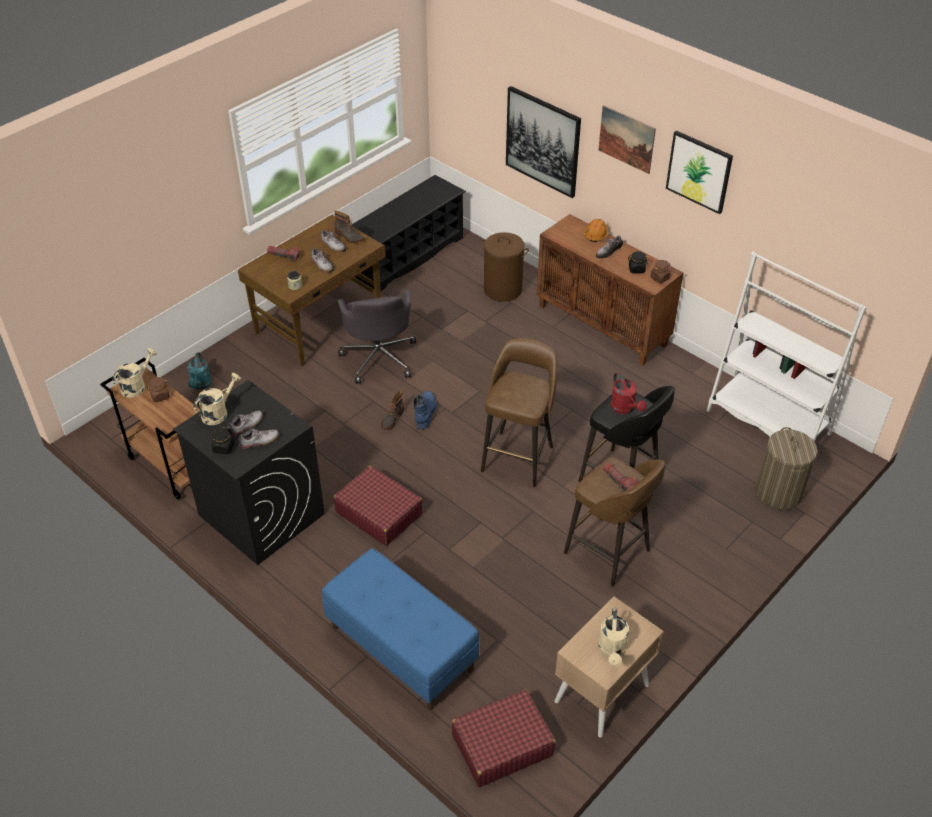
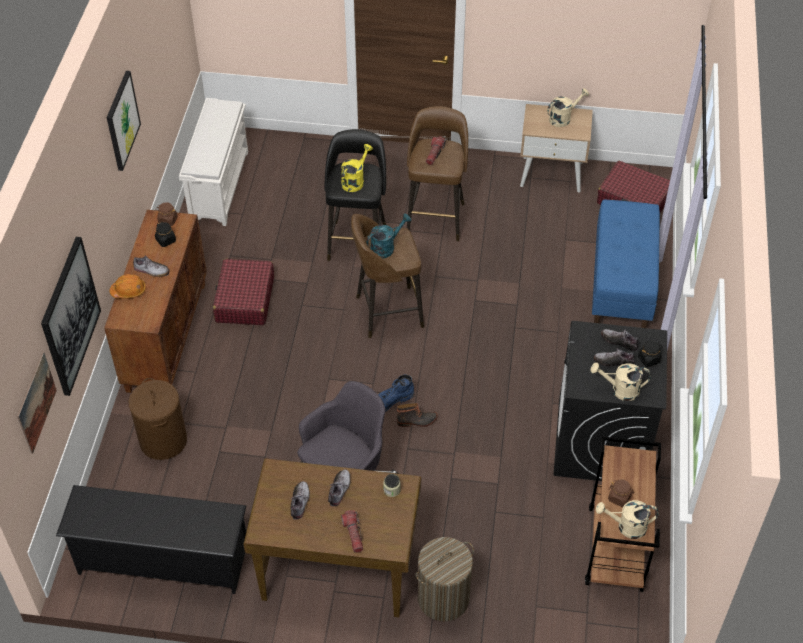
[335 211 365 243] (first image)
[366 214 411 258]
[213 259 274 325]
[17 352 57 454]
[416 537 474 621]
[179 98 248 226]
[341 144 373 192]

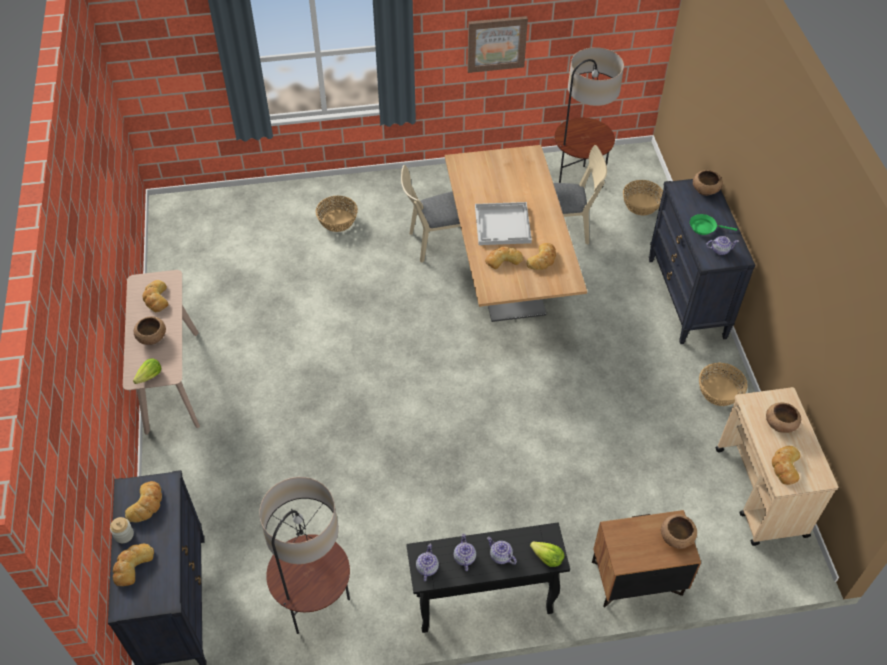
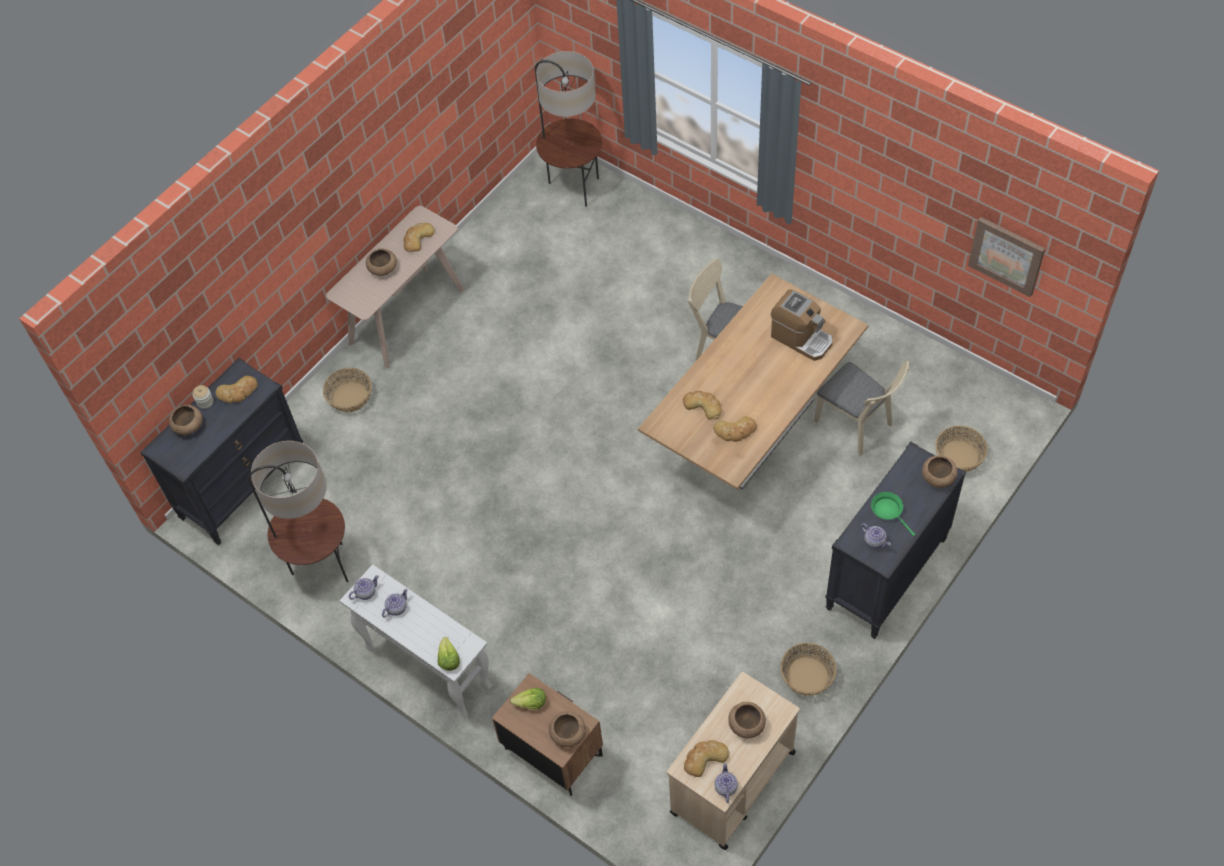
[475 202 532 245] (first image)
[771 289 833 361]
[510 688 546 709]
[323 368 372 412]
[968 217 1045 297]
[714 763 738 803]
[535 51 602 207]
[169 405 203 435]
[340 564 492 718]

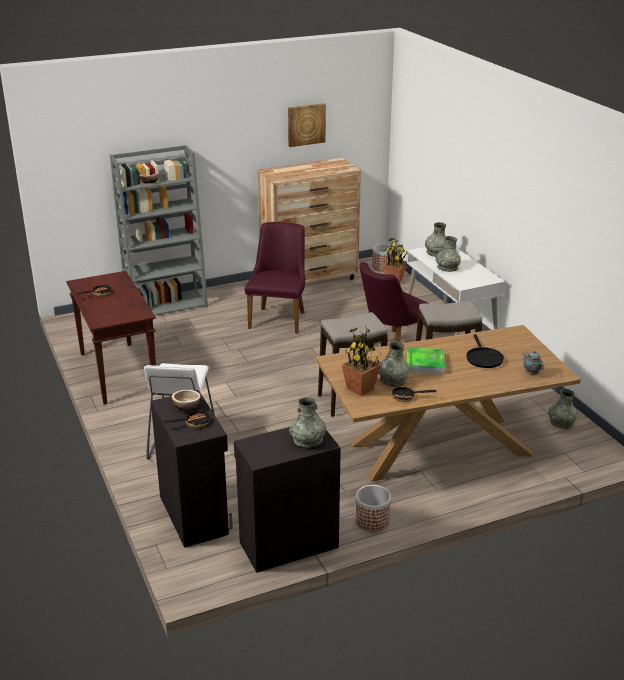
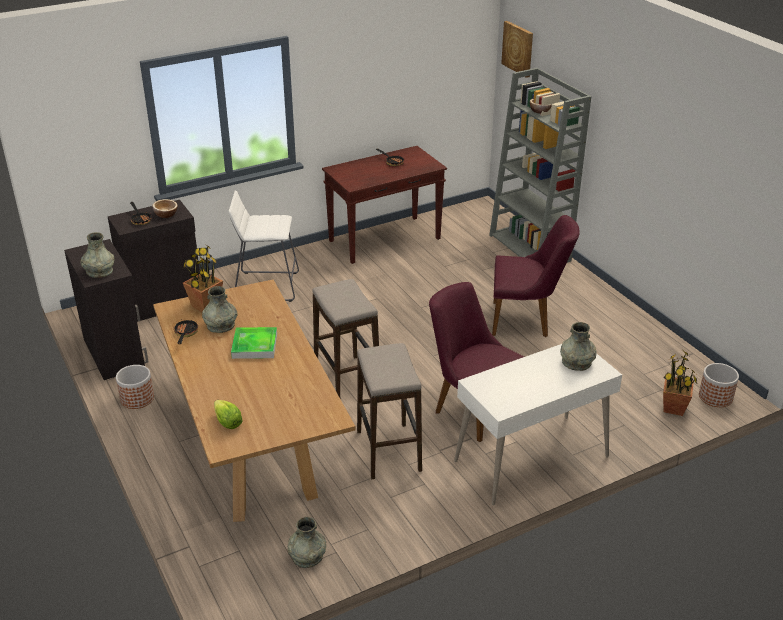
[258 158 361 284] (first image)
[436 236 461 272] (first image)
[466 335 504 368] (first image)
[501 21 533 78]
[214 400 243 429]

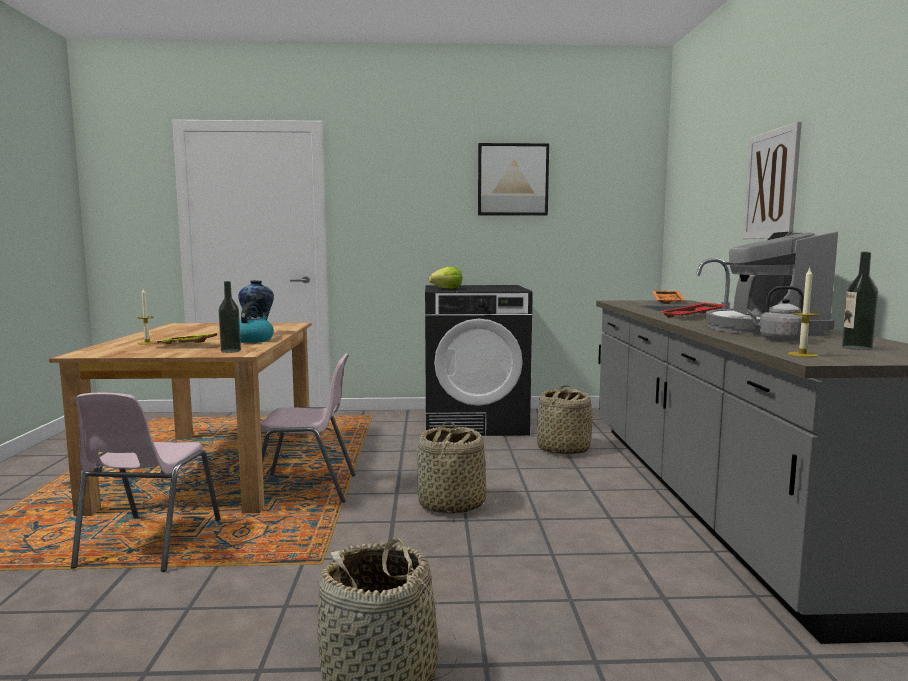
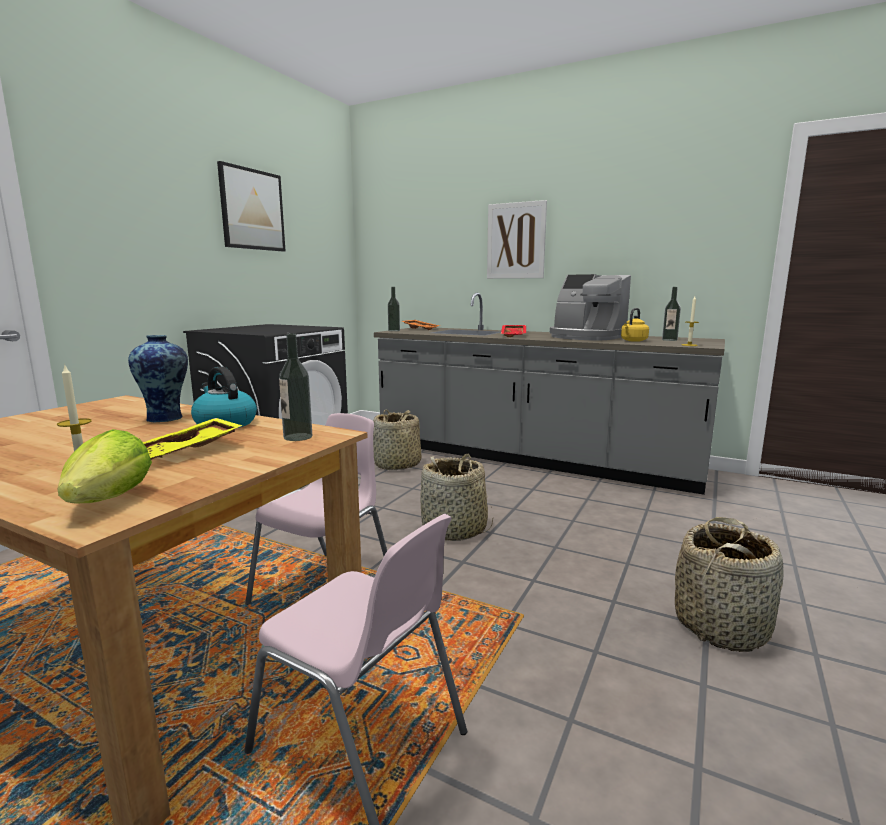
[388 287 400 331]
[57 429 152 503]
[621 308 649 342]

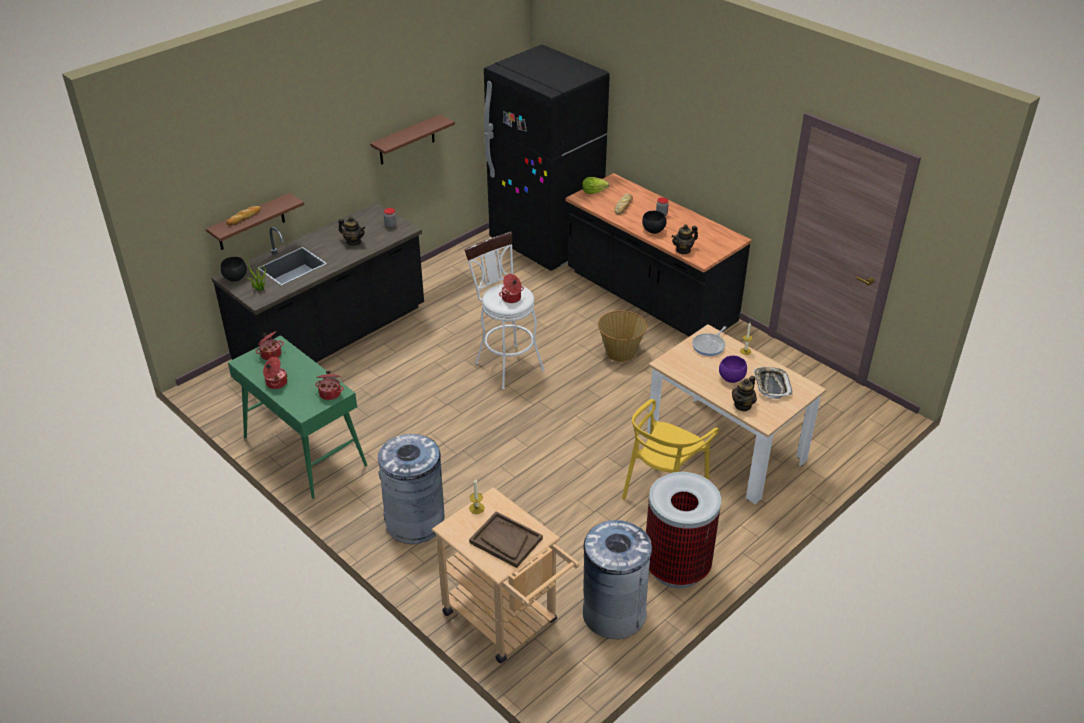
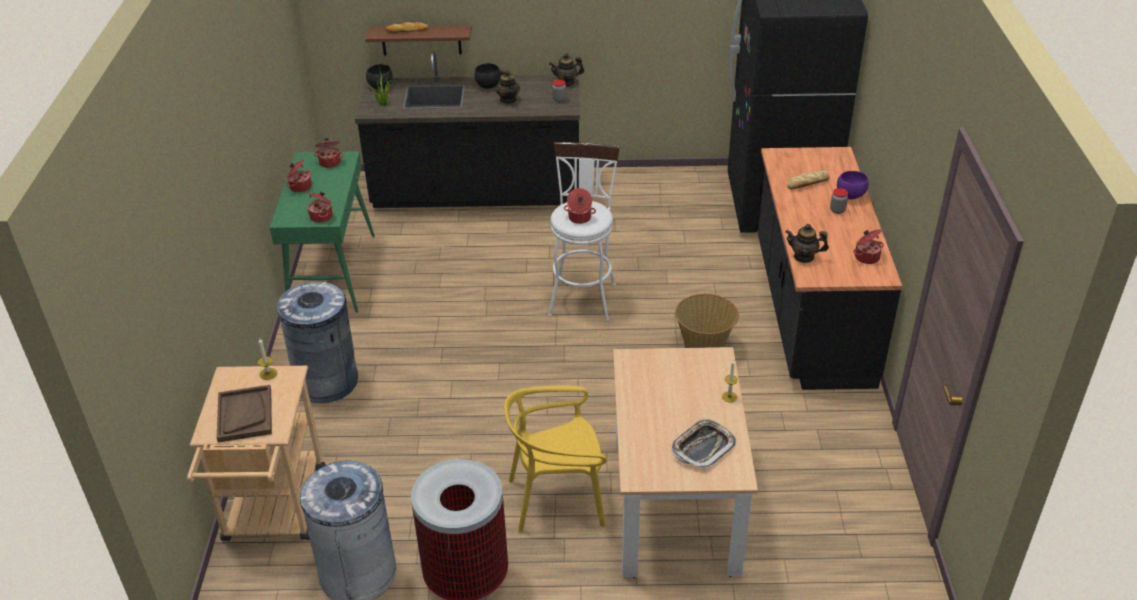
[370 114 455 165] (first image)
[582 177 609 194] (first image)
[692 326 727 356] (first image)
[853 229 884 264]
[475 63 501 89]
[837 171 869 199]
[549 53 584 87]

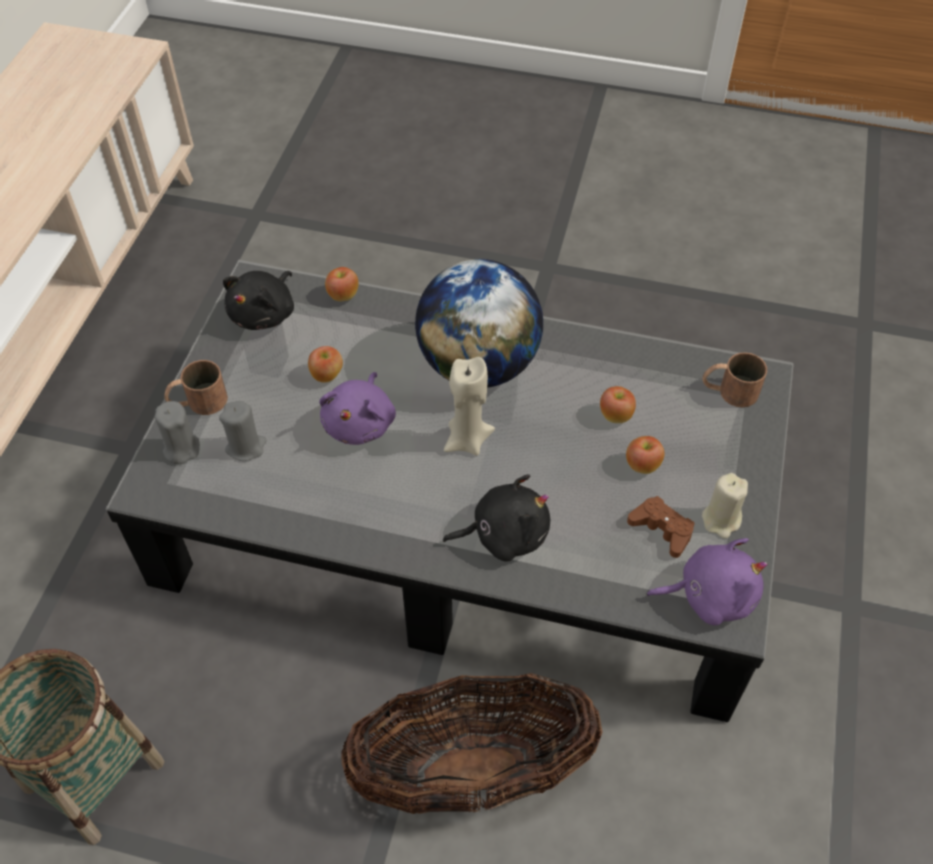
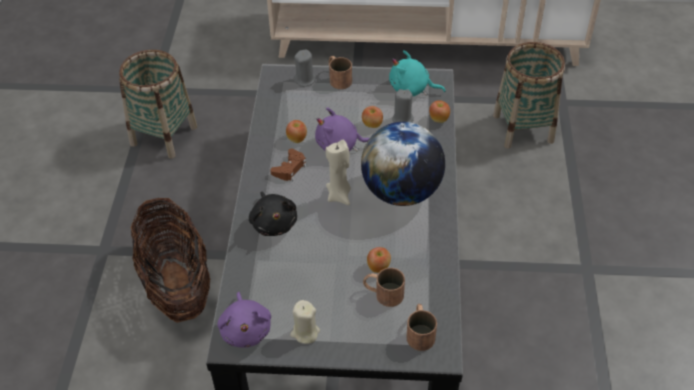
[363 268 405 307]
[493 42 565 149]
[392 89 414 123]
[286 120 307 143]
[270 148 307 181]
[389 50 445 97]

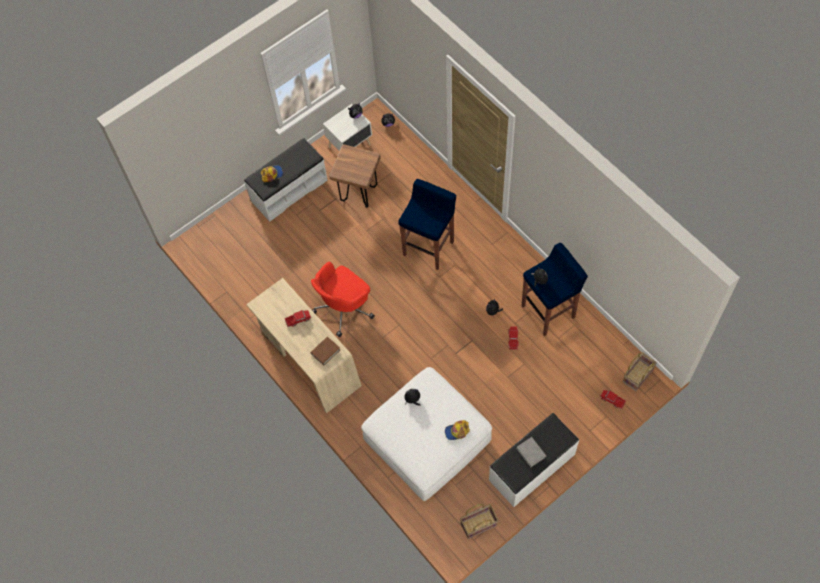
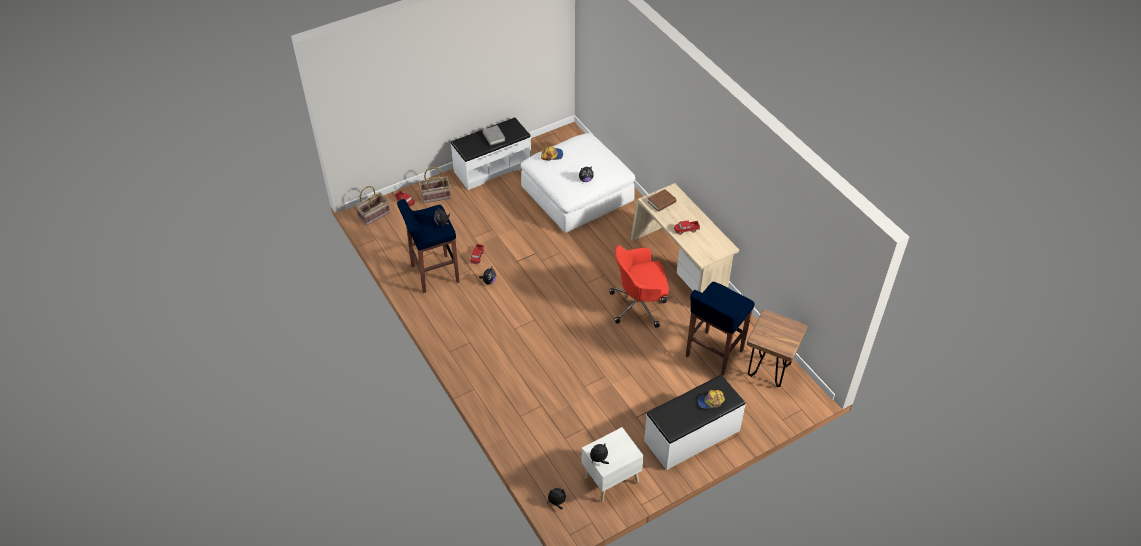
[747 309 808 387]
[686 282 755 376]
[419 167 451 203]
[609 245 669 328]

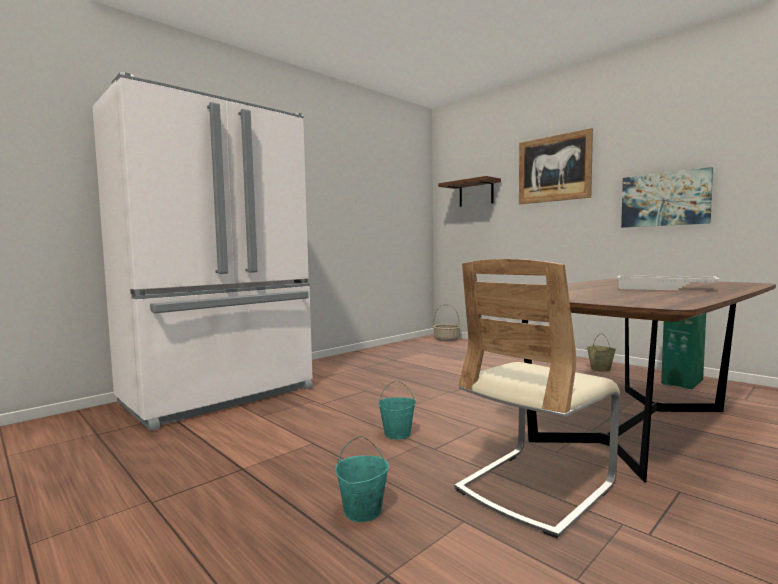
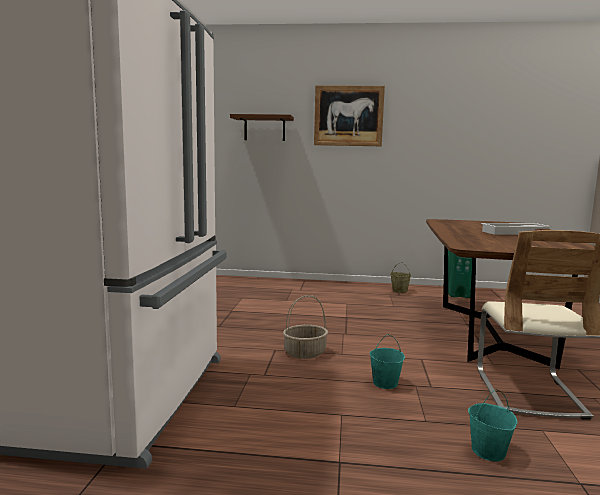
[621 167 713 228] (first image)
[283 295 328 359]

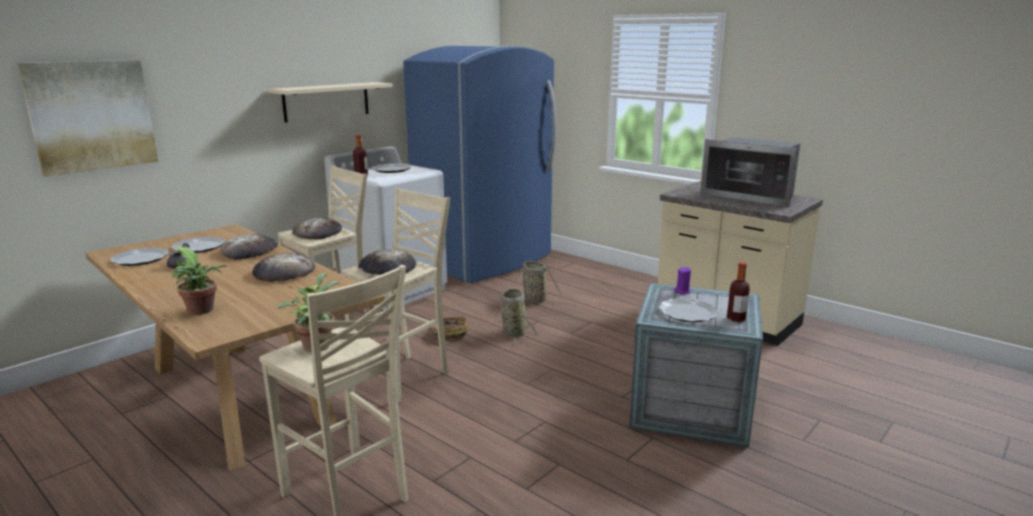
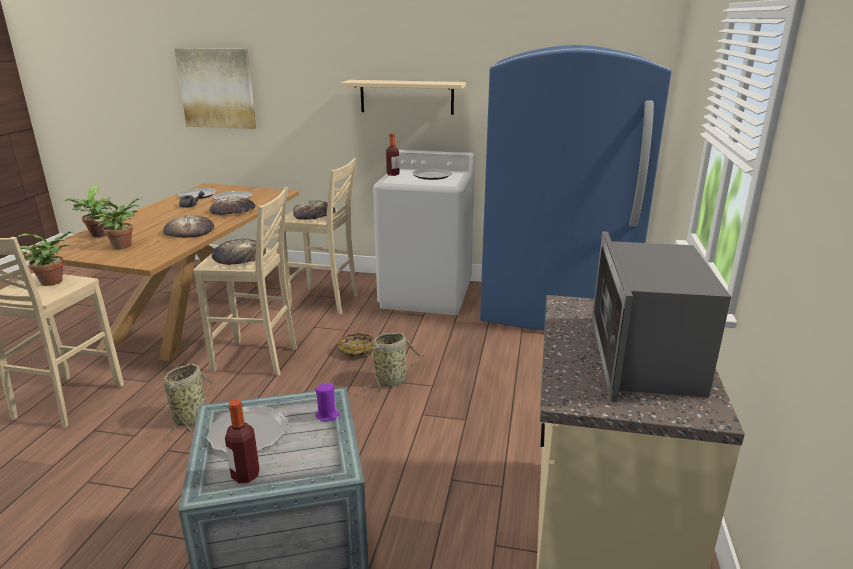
[94 198 141 249]
[163 364 217 438]

